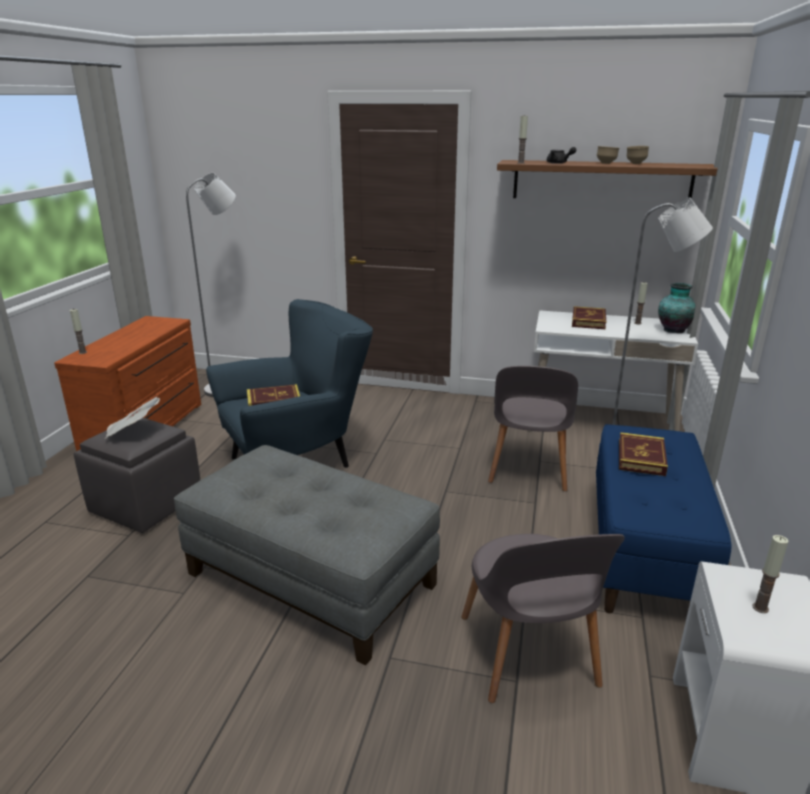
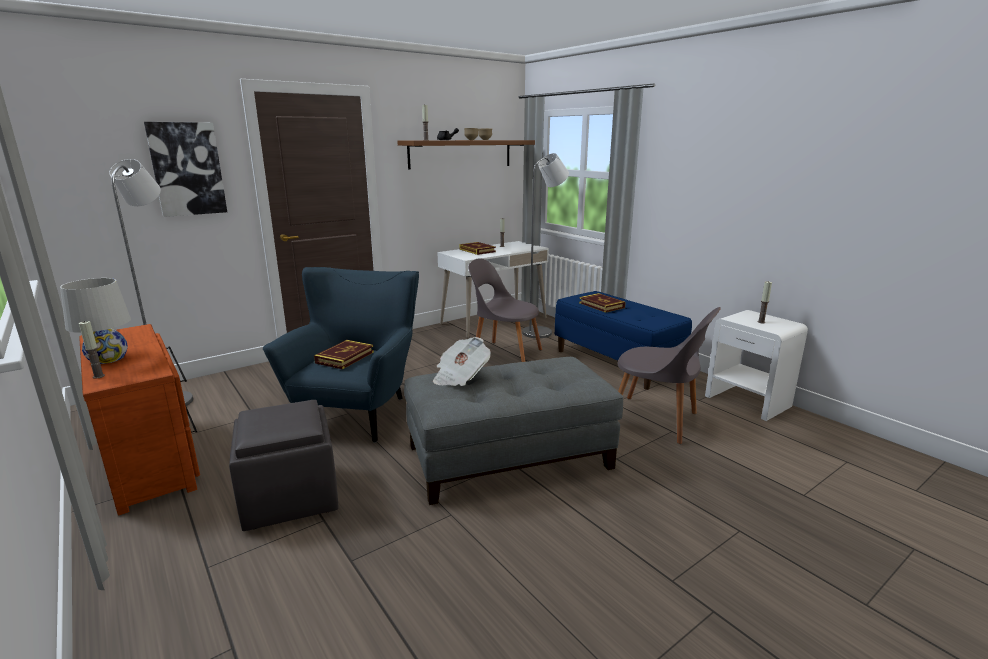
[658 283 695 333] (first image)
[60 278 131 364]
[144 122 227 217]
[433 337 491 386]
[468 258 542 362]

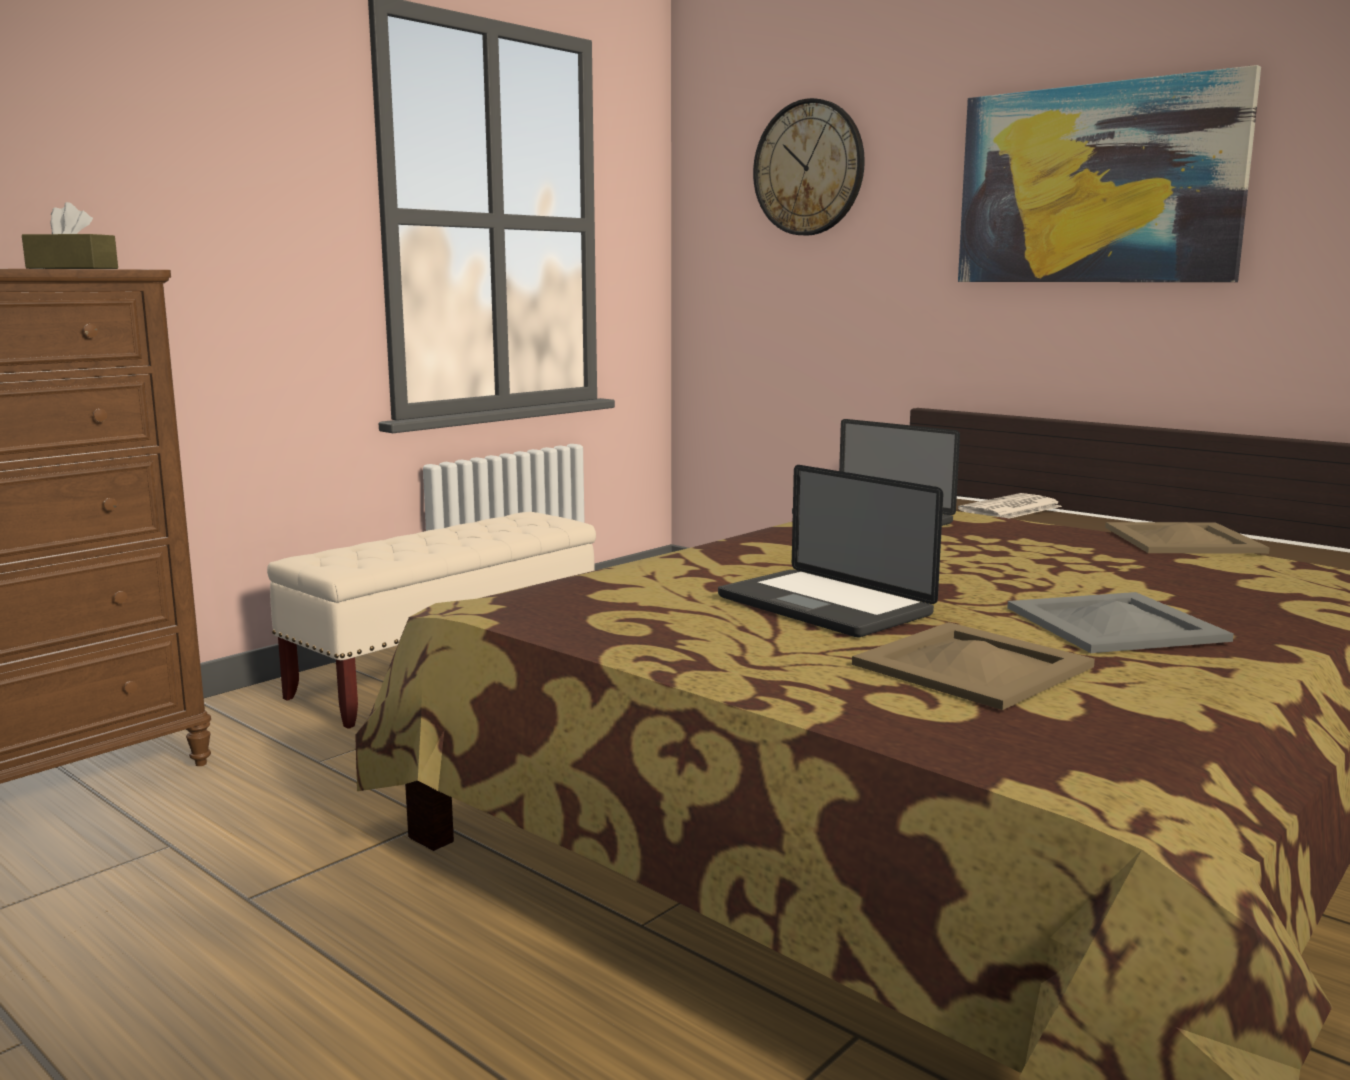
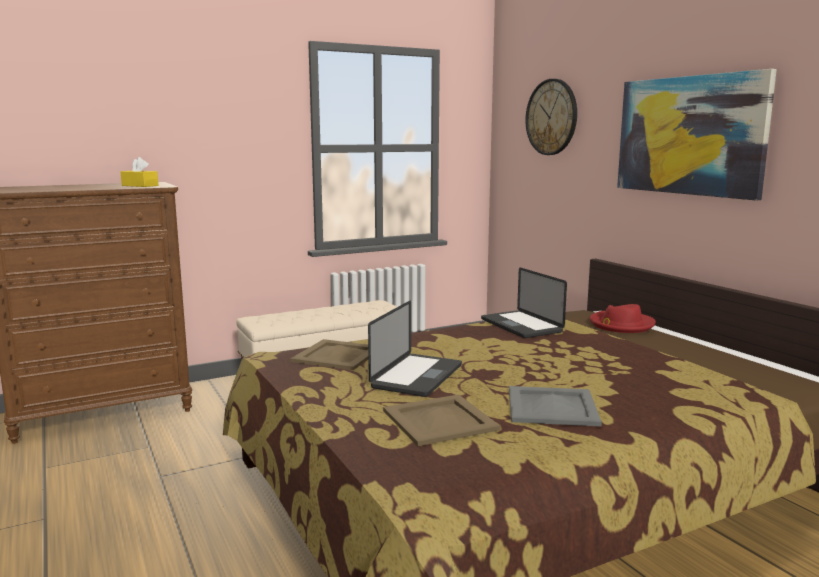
[291 339 368 370]
[590 304 656 333]
[121 157 158 187]
[368 301 462 397]

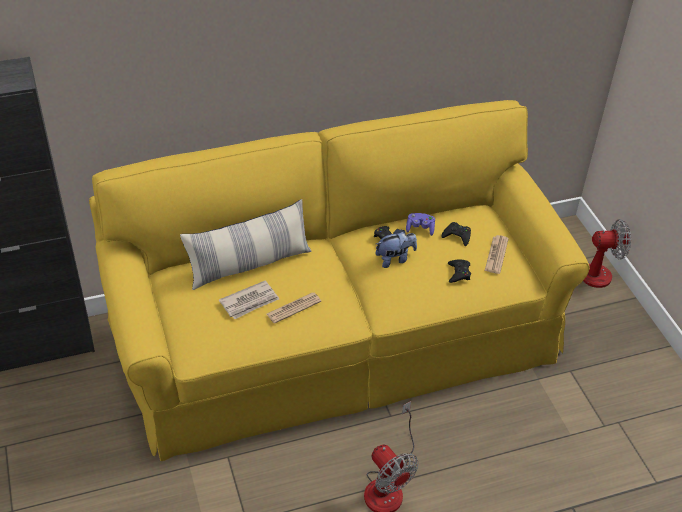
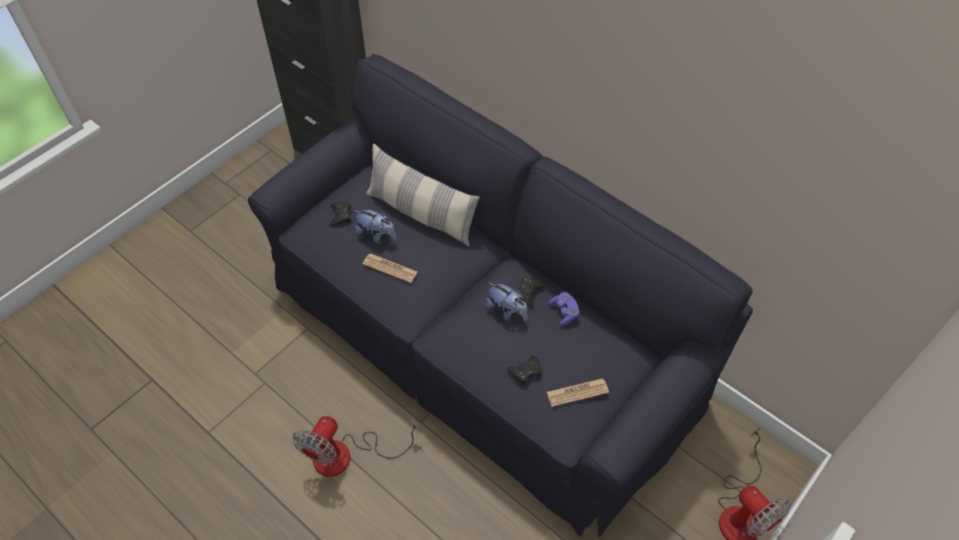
[330 201 351 226]
[354 210 396 244]
[248 54 753 538]

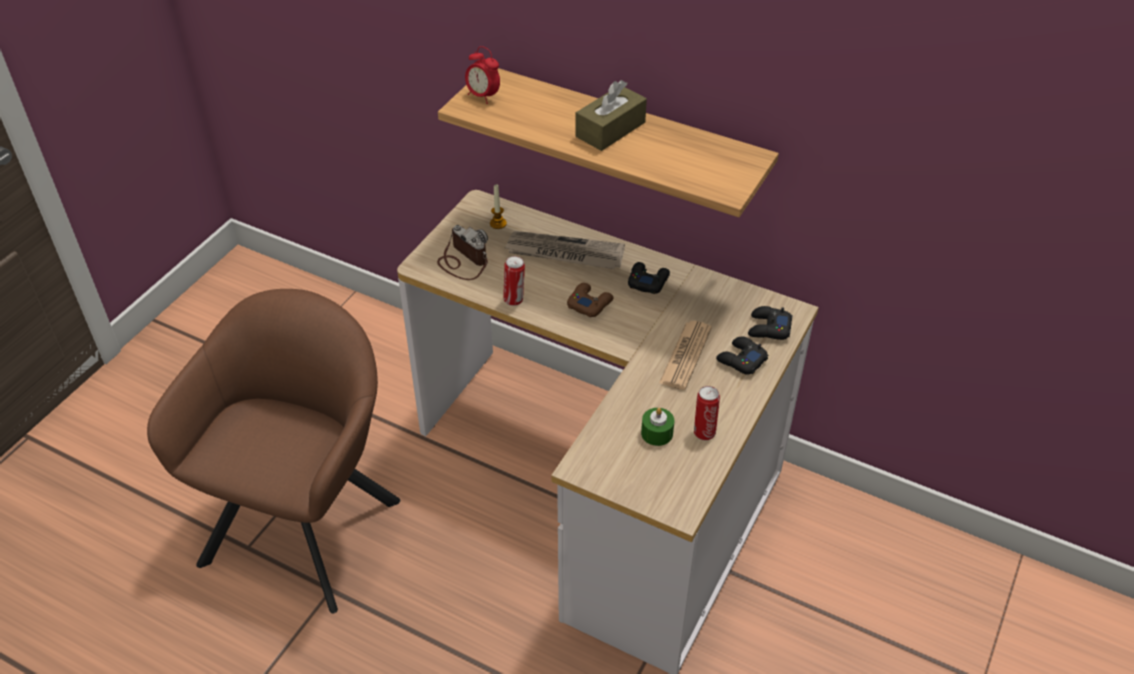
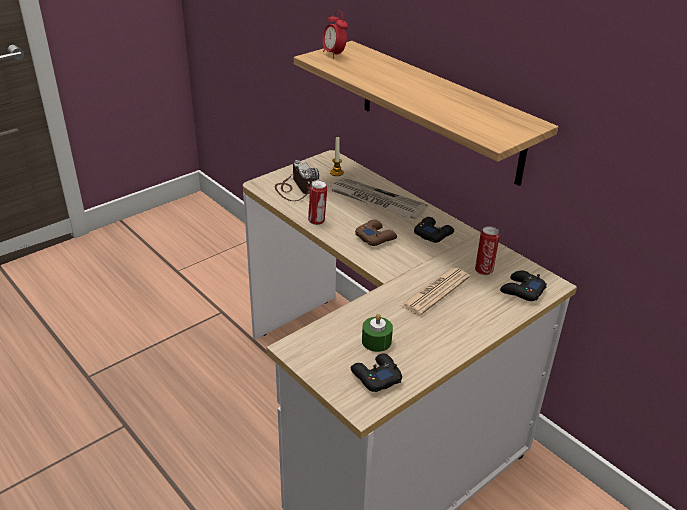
[147 289 400 614] (first image)
[575 80 647 151] (first image)
[475 226 500 275]
[351 354 402 392]

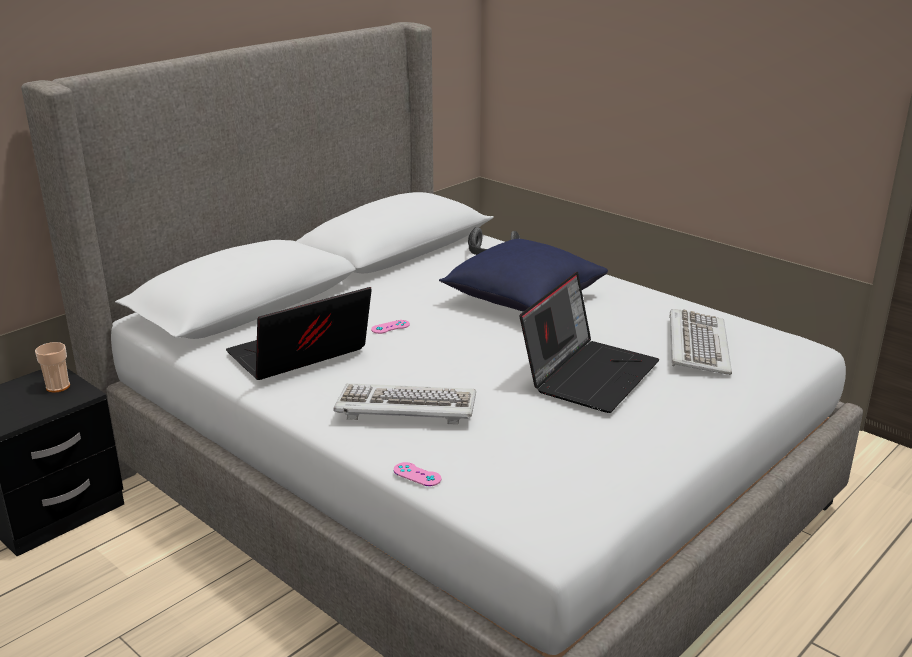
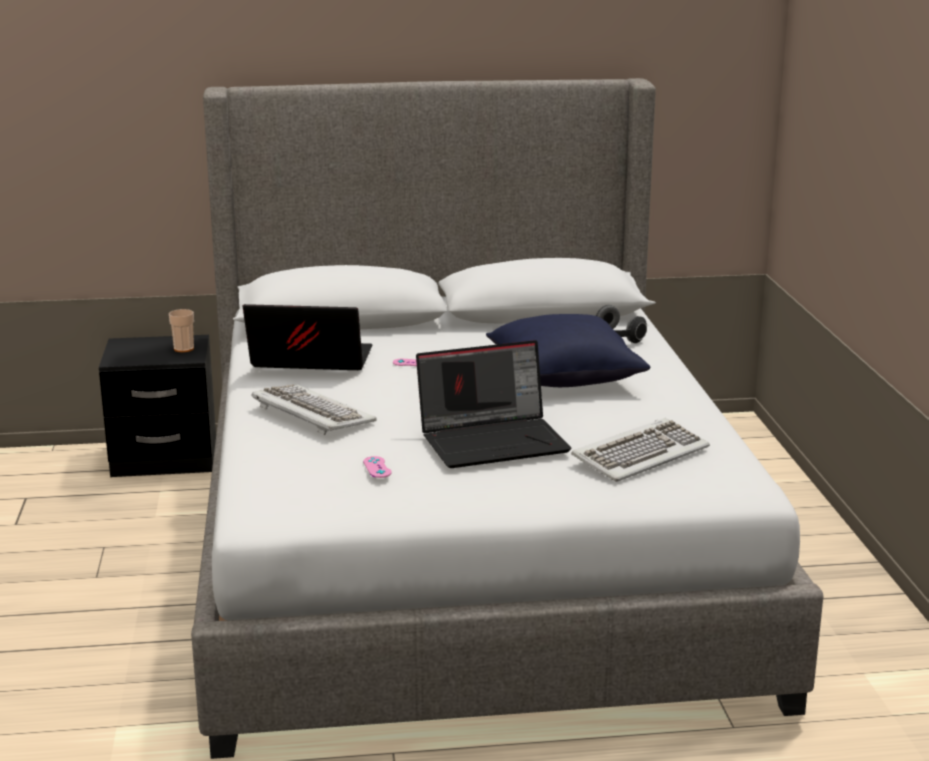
[363 456 392 478]

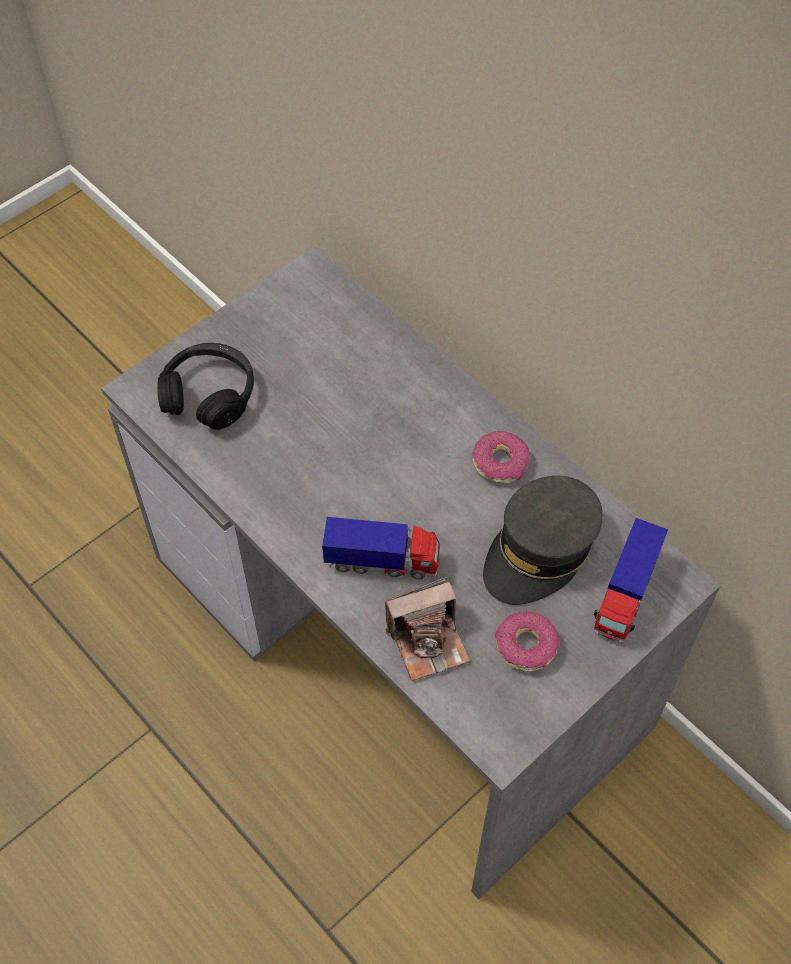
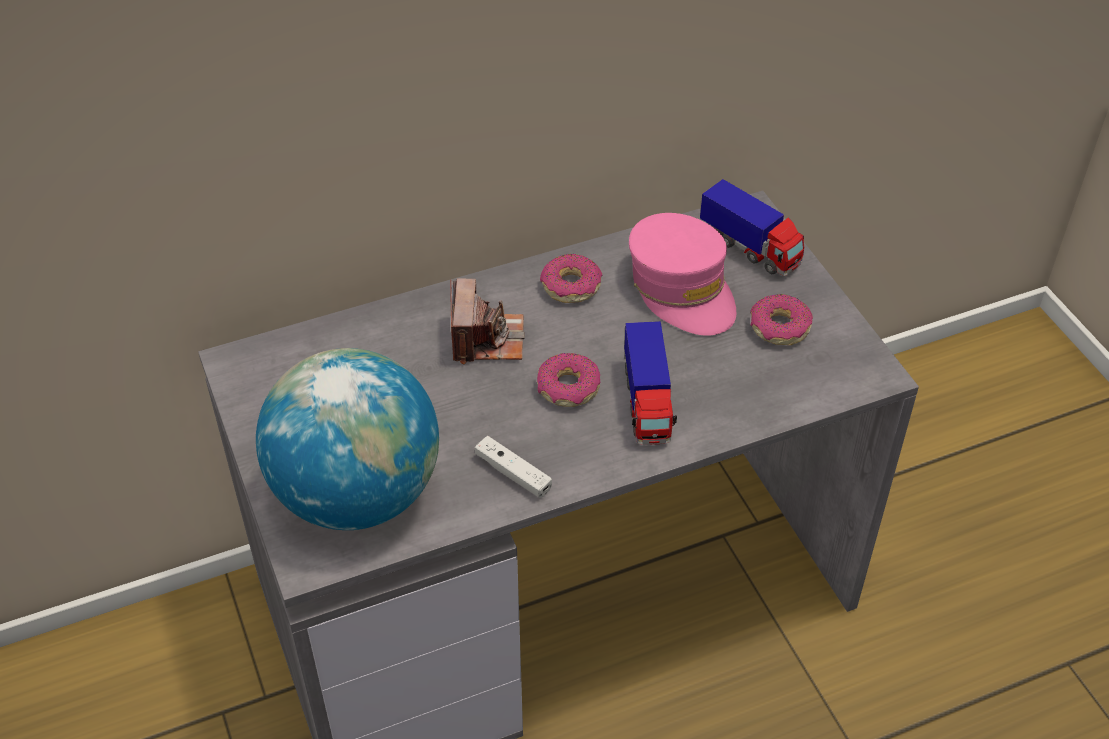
[475 436 552 498]
[537 353 600 407]
[450 278 525 364]
[256 348 439 530]
[629 213 736 336]
[624 321 677 445]

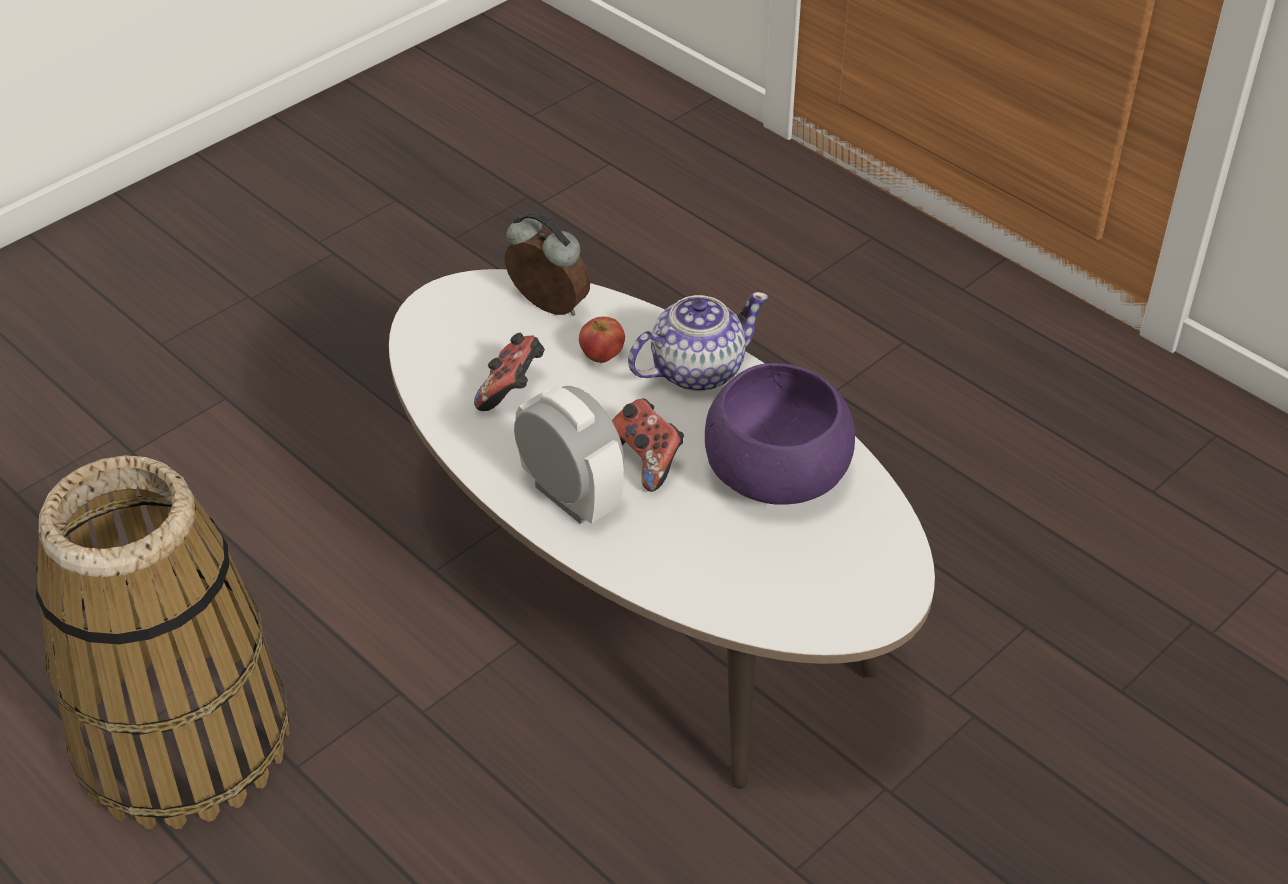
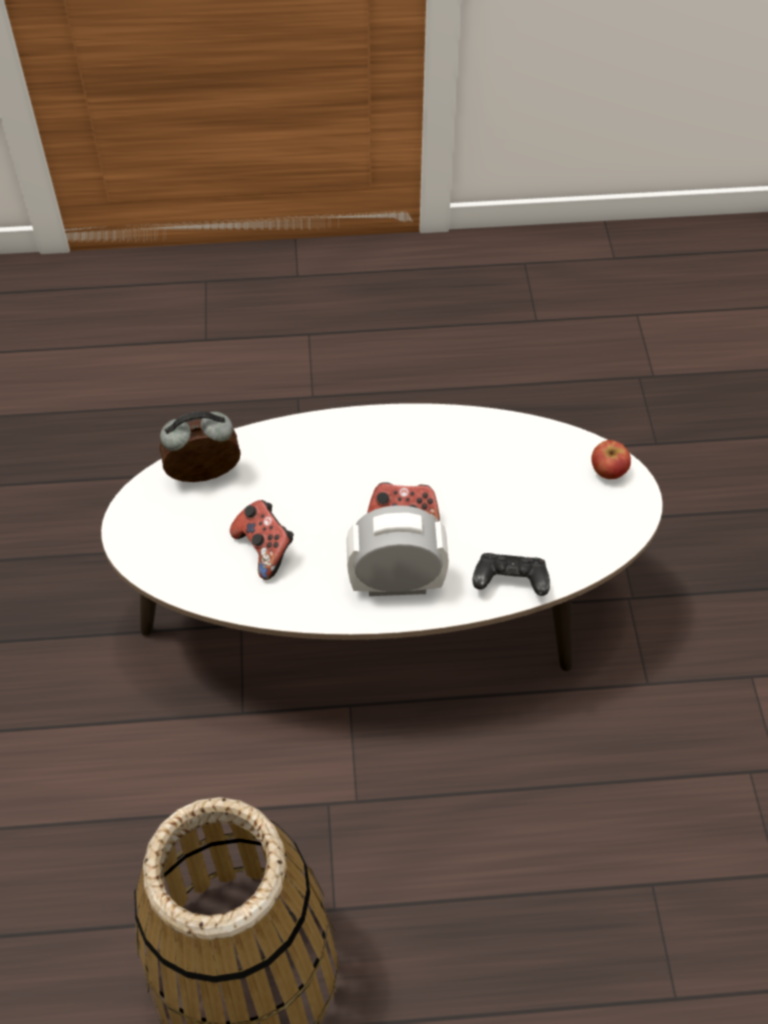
[628 292 768 391] (first image)
[705 363 855 505] (first image)
[472 553 550 596]
[591 440 631 479]

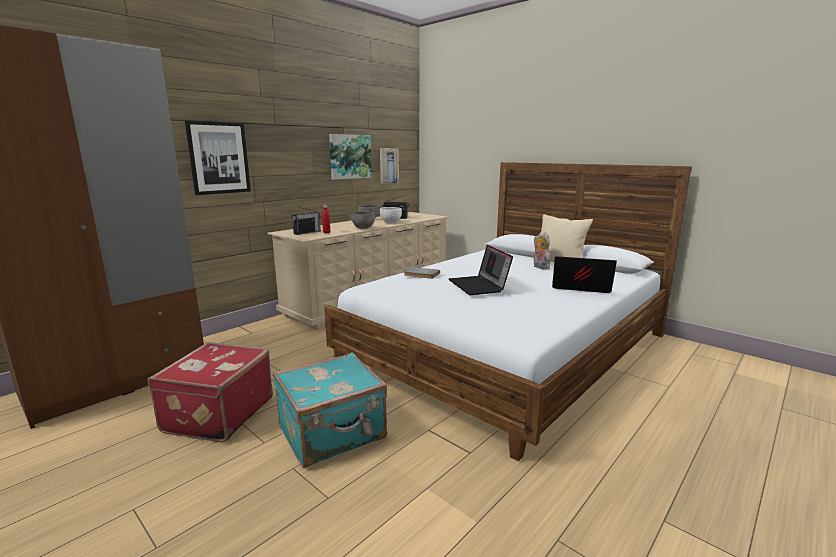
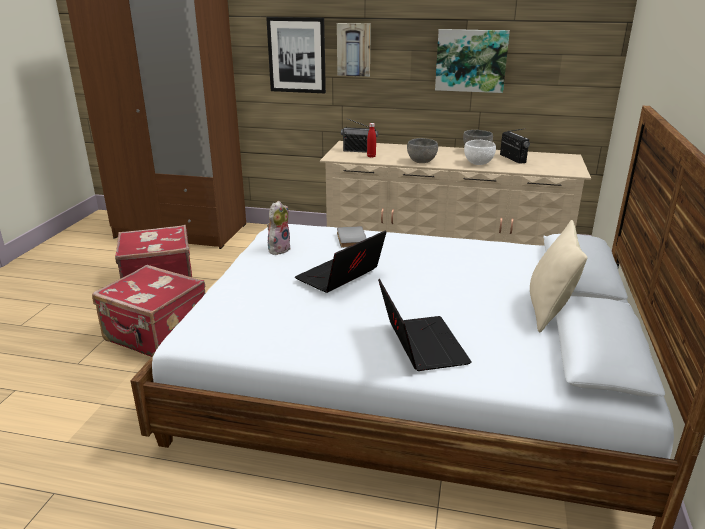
[337 23 371 77]
[267 201 291 255]
[92 265 205 357]

